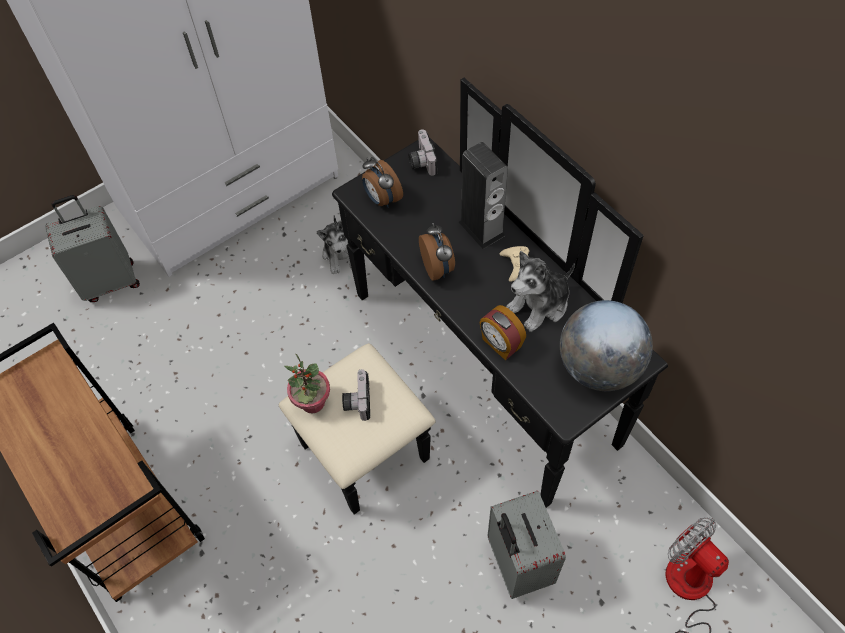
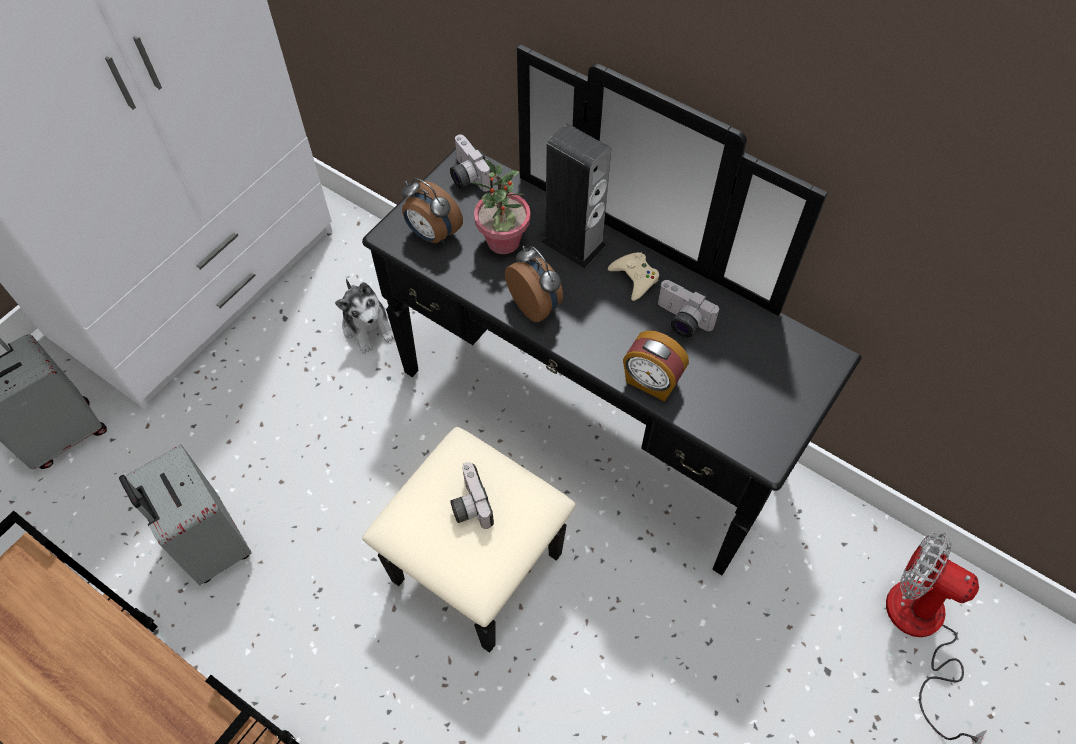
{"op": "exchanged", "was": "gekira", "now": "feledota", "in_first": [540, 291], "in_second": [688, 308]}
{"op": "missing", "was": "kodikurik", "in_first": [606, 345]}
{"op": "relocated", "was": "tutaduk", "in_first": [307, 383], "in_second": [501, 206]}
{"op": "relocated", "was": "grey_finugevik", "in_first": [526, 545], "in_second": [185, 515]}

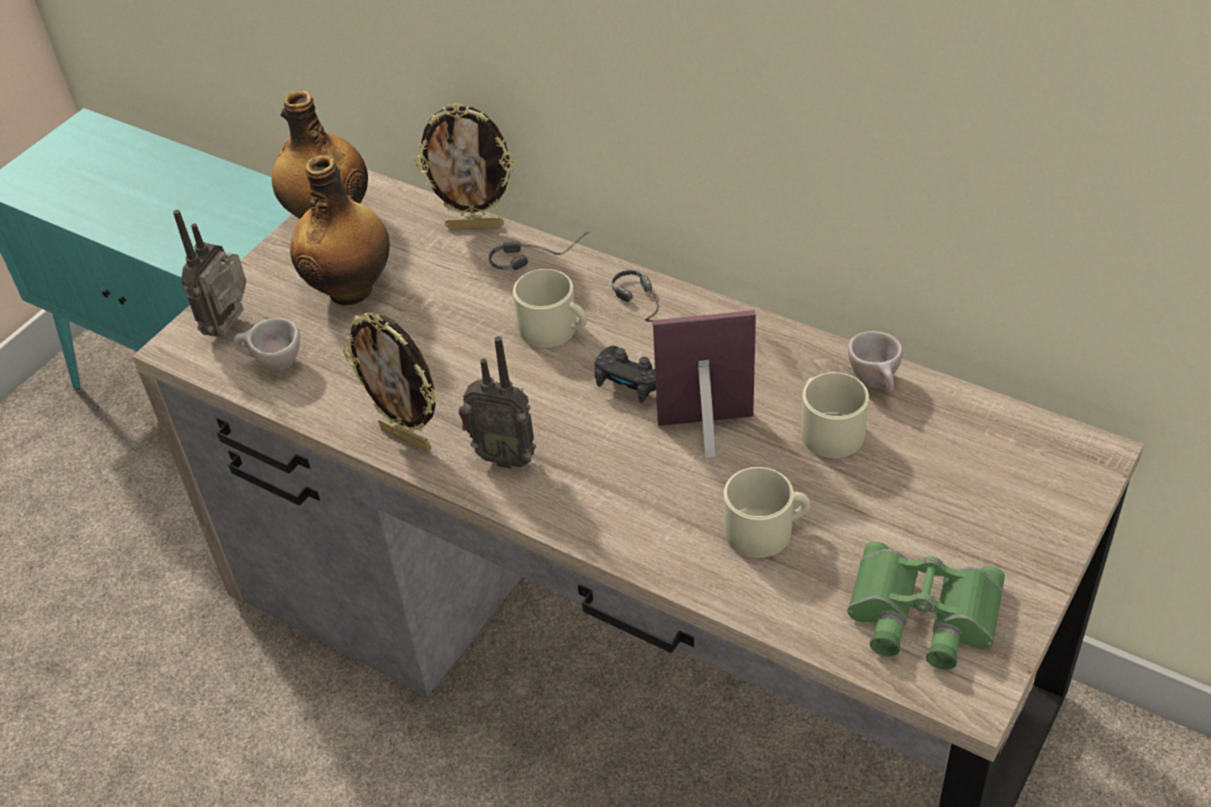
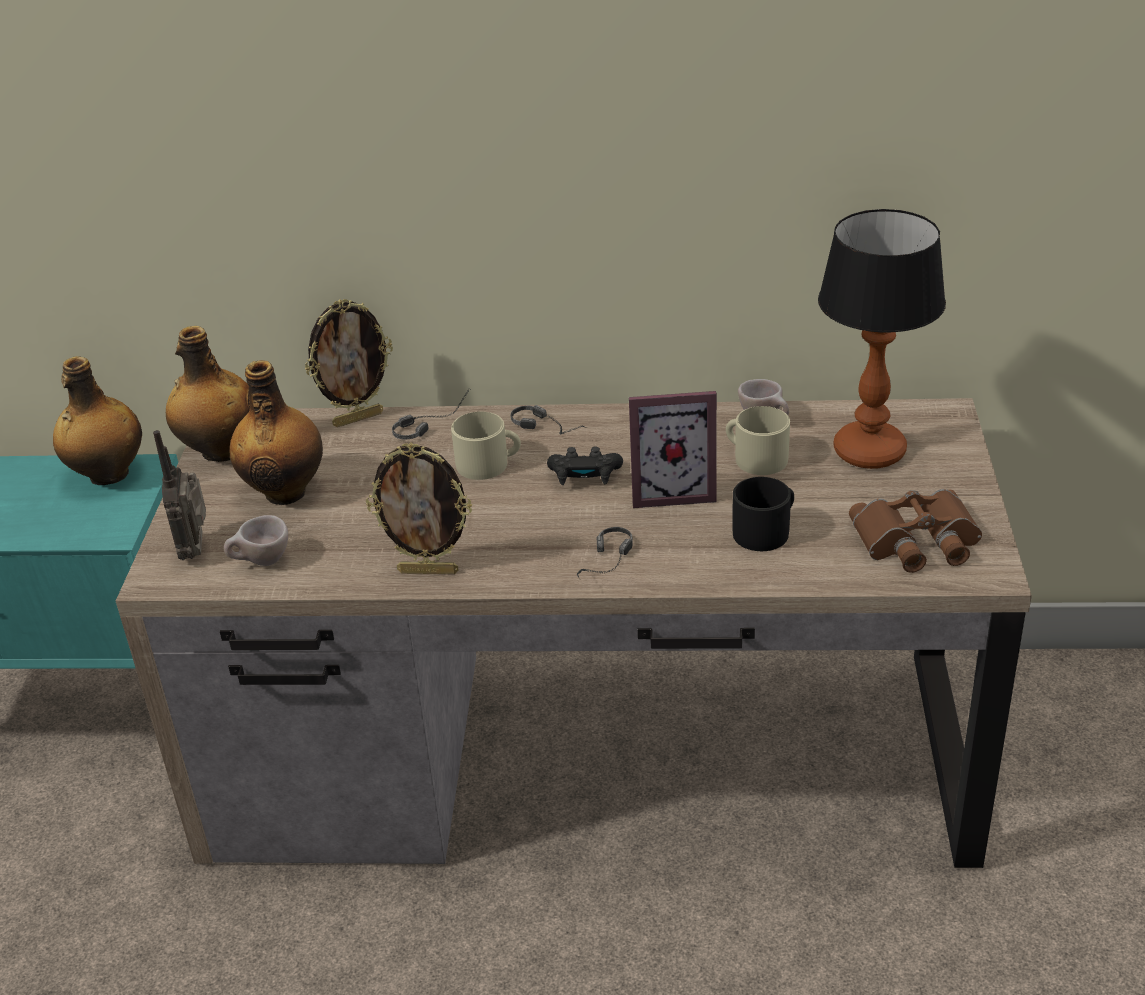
{"op": "spun", "was": "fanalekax", "in_first": [704, 384], "in_second": [673, 449], "clockwise": -150}
{"op": "missing", "was": "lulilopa", "in_first": [497, 402]}
{"op": "colour", "was": "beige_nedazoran", "now": "black_nedazoran", "in_first": [767, 512], "in_second": [763, 514]}
{"op": "colour", "was": "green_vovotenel", "now": "brown_vovotenel", "in_first": [926, 606], "in_second": [915, 531]}
{"op": "appeared", "now": "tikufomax", "in_second": [882, 339]}
{"op": "appeared", "now": "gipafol", "in_second": [97, 420]}
{"op": "appeared", "now": "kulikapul", "in_second": [605, 553]}

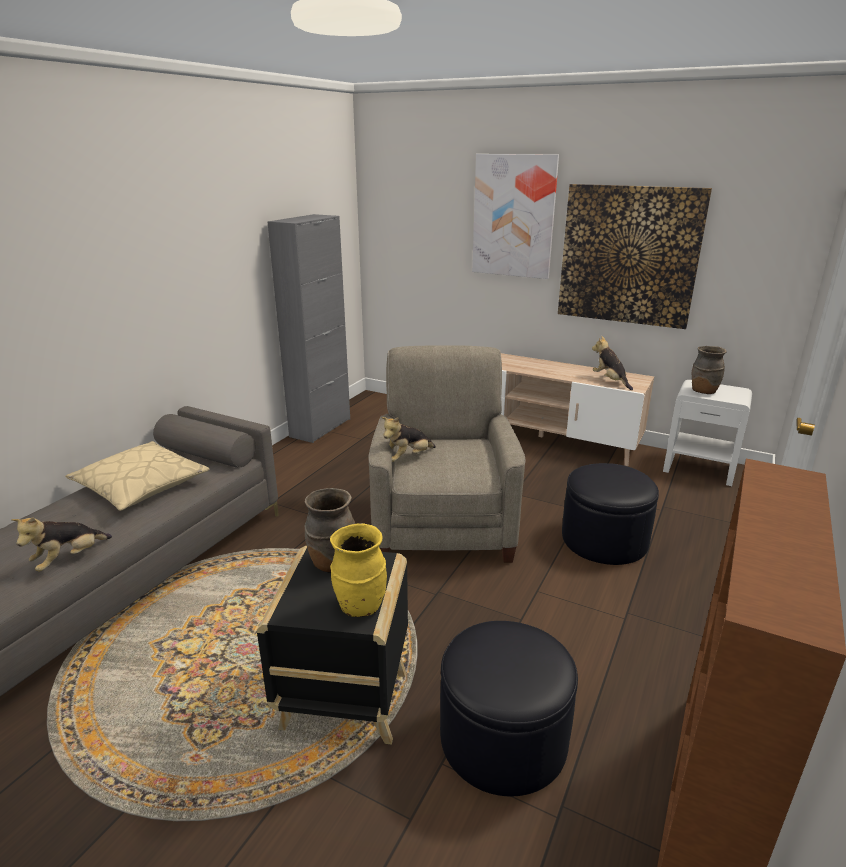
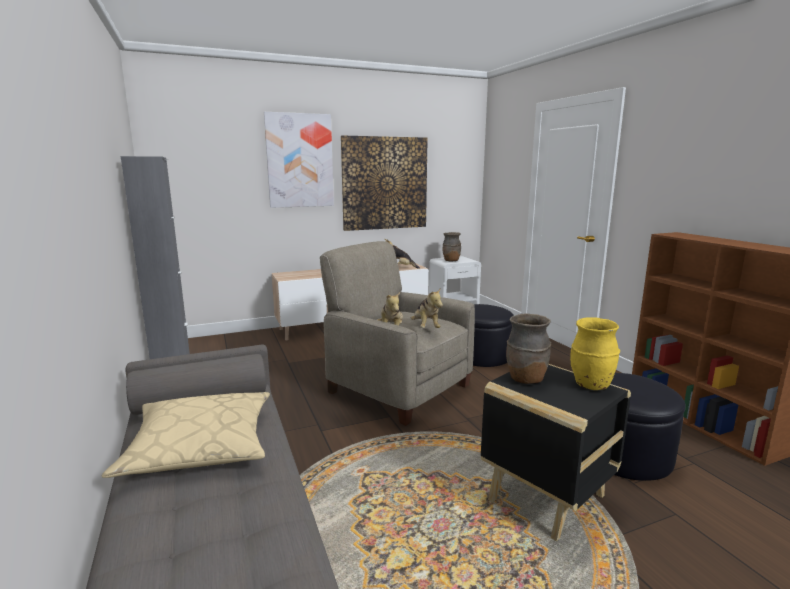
{"op": "relocated", "was": "gekira", "in_first": [61, 544], "in_second": [427, 308]}

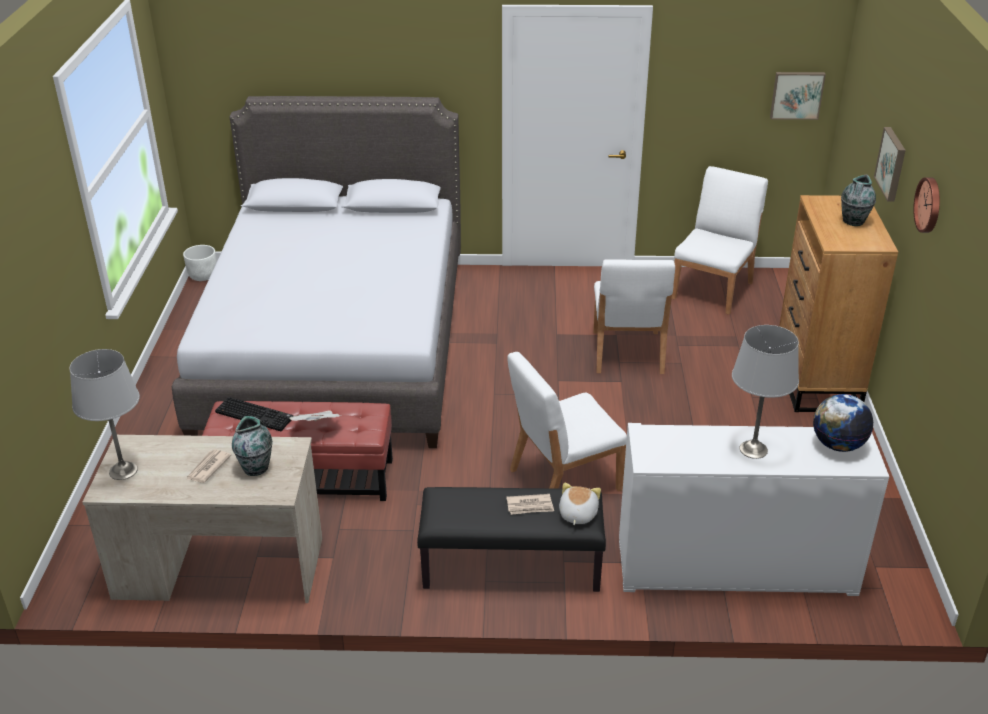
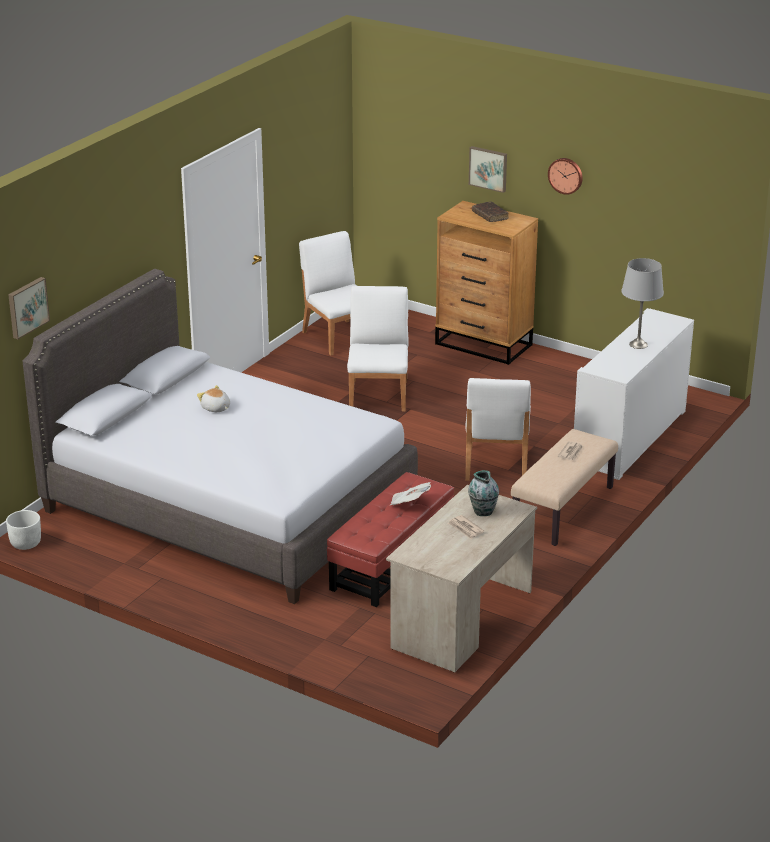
{"op": "relocated", "was": "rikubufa", "in_first": [798, 96], "in_second": [29, 308]}
{"op": "exchanged", "was": "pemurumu", "now": "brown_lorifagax", "in_first": [858, 200], "in_second": [490, 211]}
{"op": "spun", "was": "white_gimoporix", "in_first": [634, 316], "in_second": [378, 349], "clockwise": -120}
{"op": "missing", "was": "grey_tikufomax", "in_first": [105, 414]}
{"op": "missing", "was": "kodikurik", "in_first": [843, 423]}
{"op": "missing", "was": "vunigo", "in_first": [254, 414]}
{"op": "relocated", "was": "gekira", "in_first": [580, 503], "in_second": [213, 398]}
{"op": "colour", "was": "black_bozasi", "now": "beige_bozasi", "in_first": [511, 539], "in_second": [564, 487]}

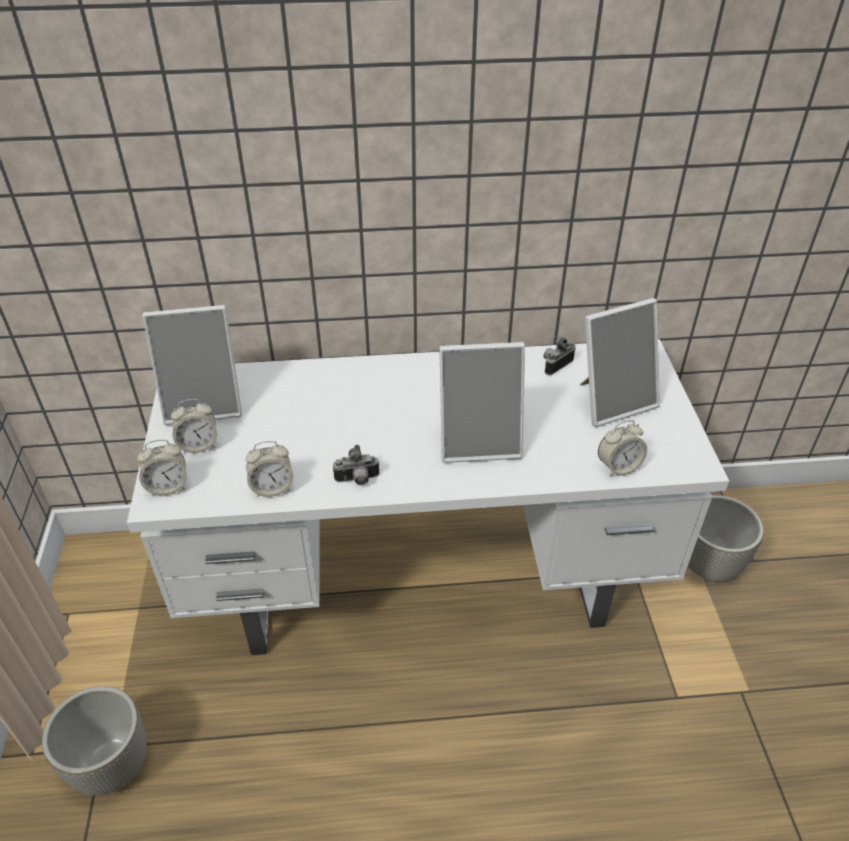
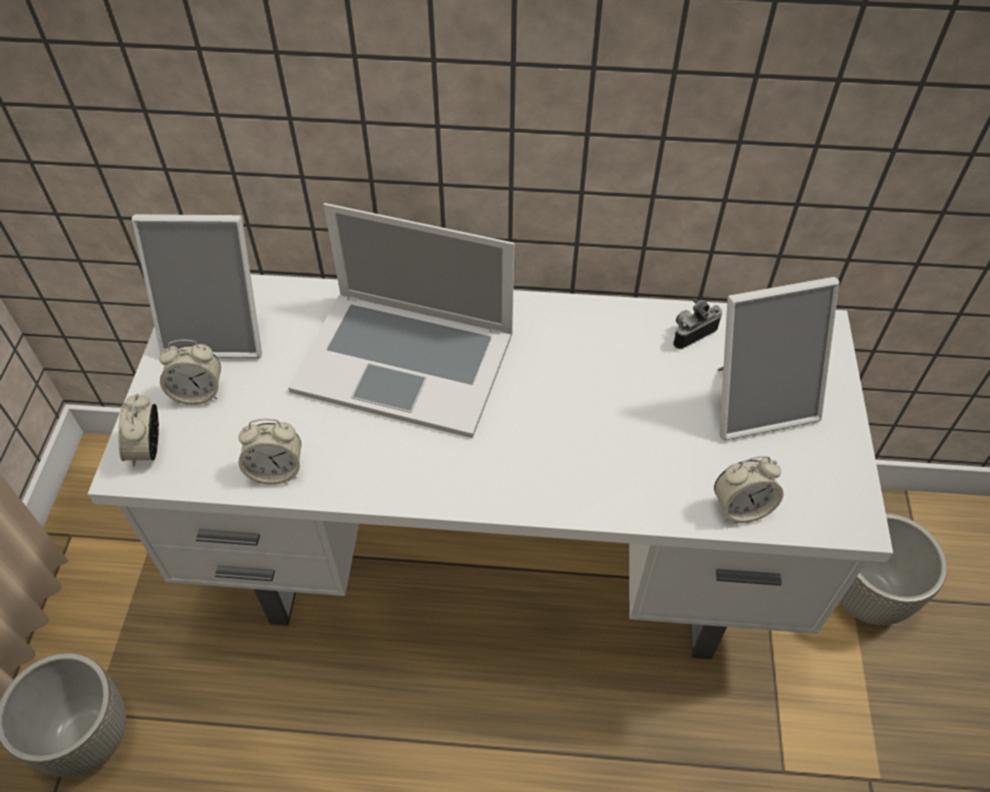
{"op": "missing", "was": "fanalekax", "in_first": [482, 402]}
{"op": "spun", "was": "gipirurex", "in_first": [162, 468], "in_second": [138, 430], "clockwise": 90}
{"op": "missing", "was": "feledota", "in_first": [356, 465]}
{"op": "appeared", "now": "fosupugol", "in_second": [401, 320]}

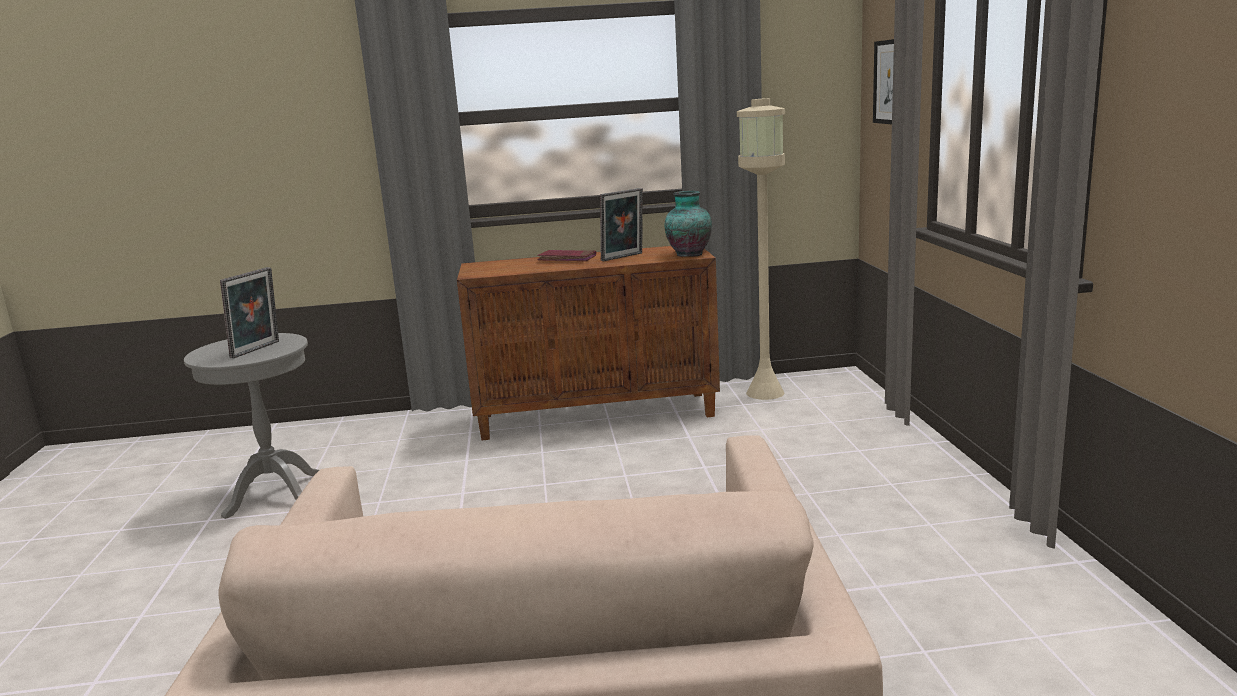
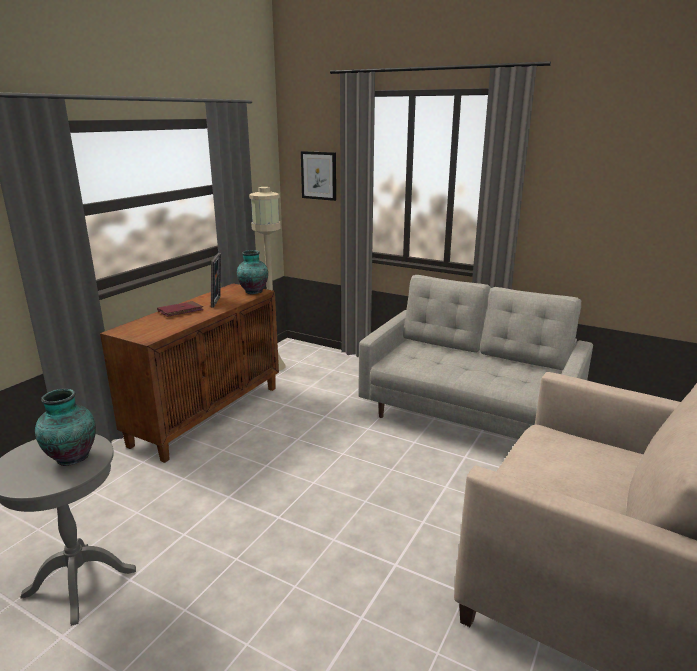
{"op": "exchanged", "was": "fanalekax", "now": "pemurumu", "in_first": [249, 312], "in_second": [65, 427]}
{"op": "appeared", "now": "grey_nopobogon", "in_second": [476, 357]}

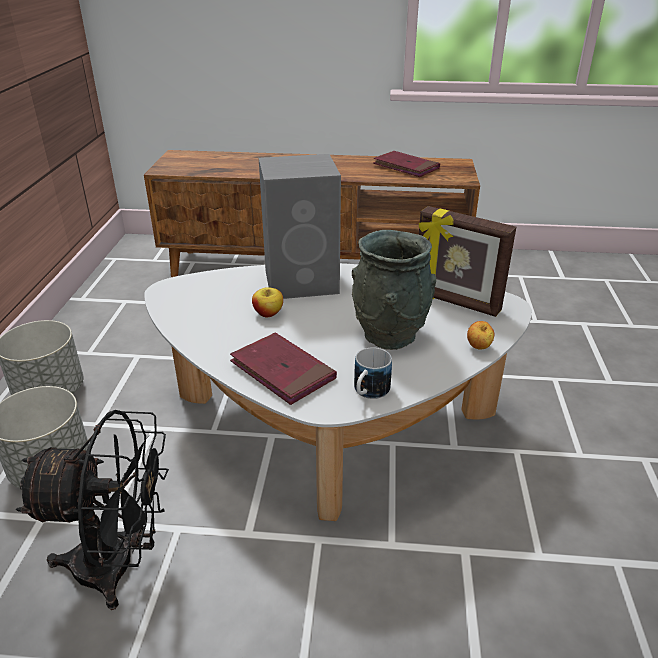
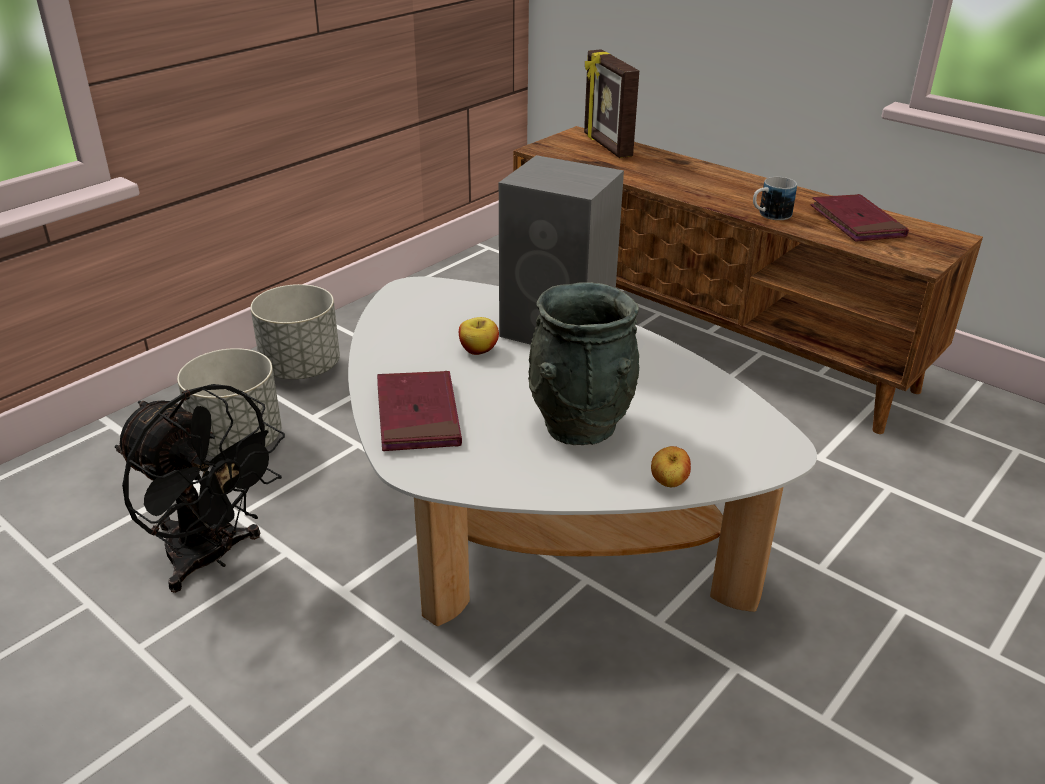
{"op": "relocated", "was": "fanalekax", "in_first": [467, 261], "in_second": [611, 103]}
{"op": "relocated", "was": "nedazoran", "in_first": [373, 373], "in_second": [775, 198]}

